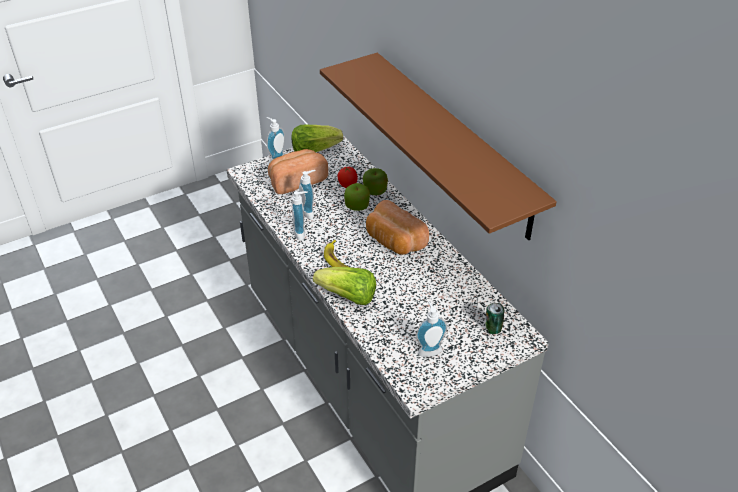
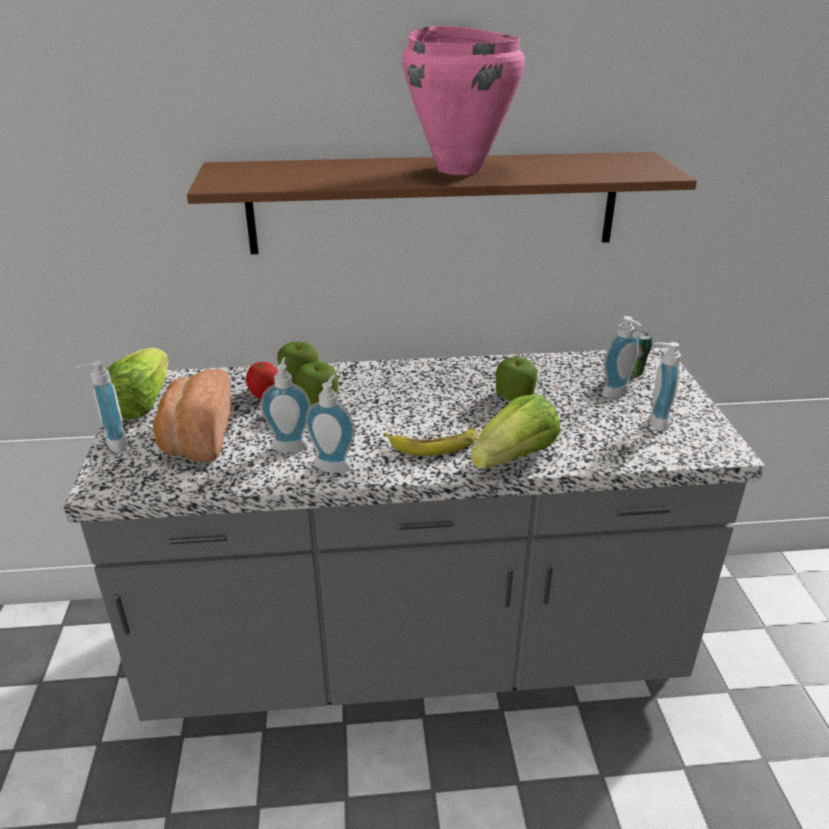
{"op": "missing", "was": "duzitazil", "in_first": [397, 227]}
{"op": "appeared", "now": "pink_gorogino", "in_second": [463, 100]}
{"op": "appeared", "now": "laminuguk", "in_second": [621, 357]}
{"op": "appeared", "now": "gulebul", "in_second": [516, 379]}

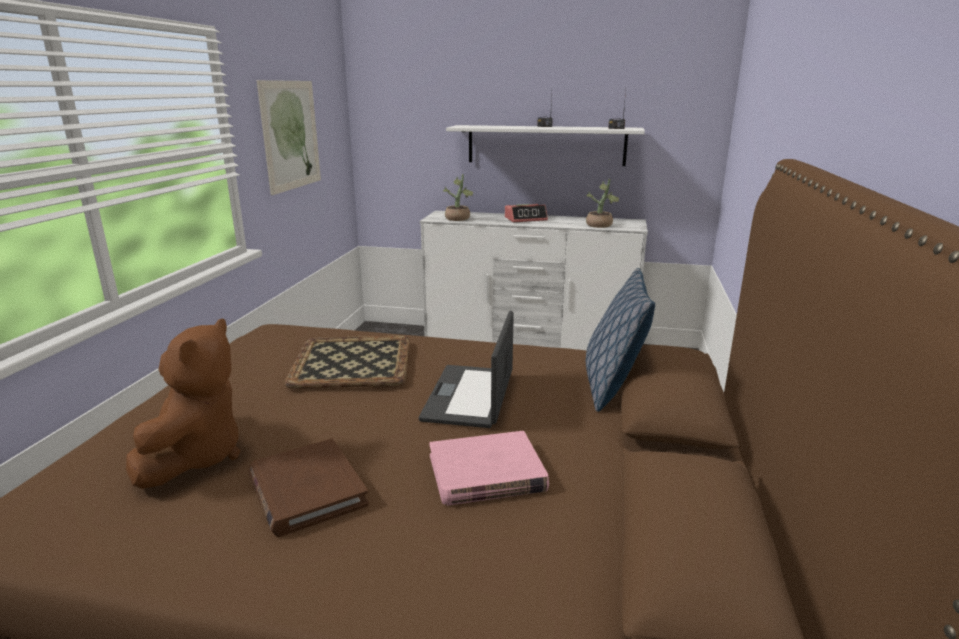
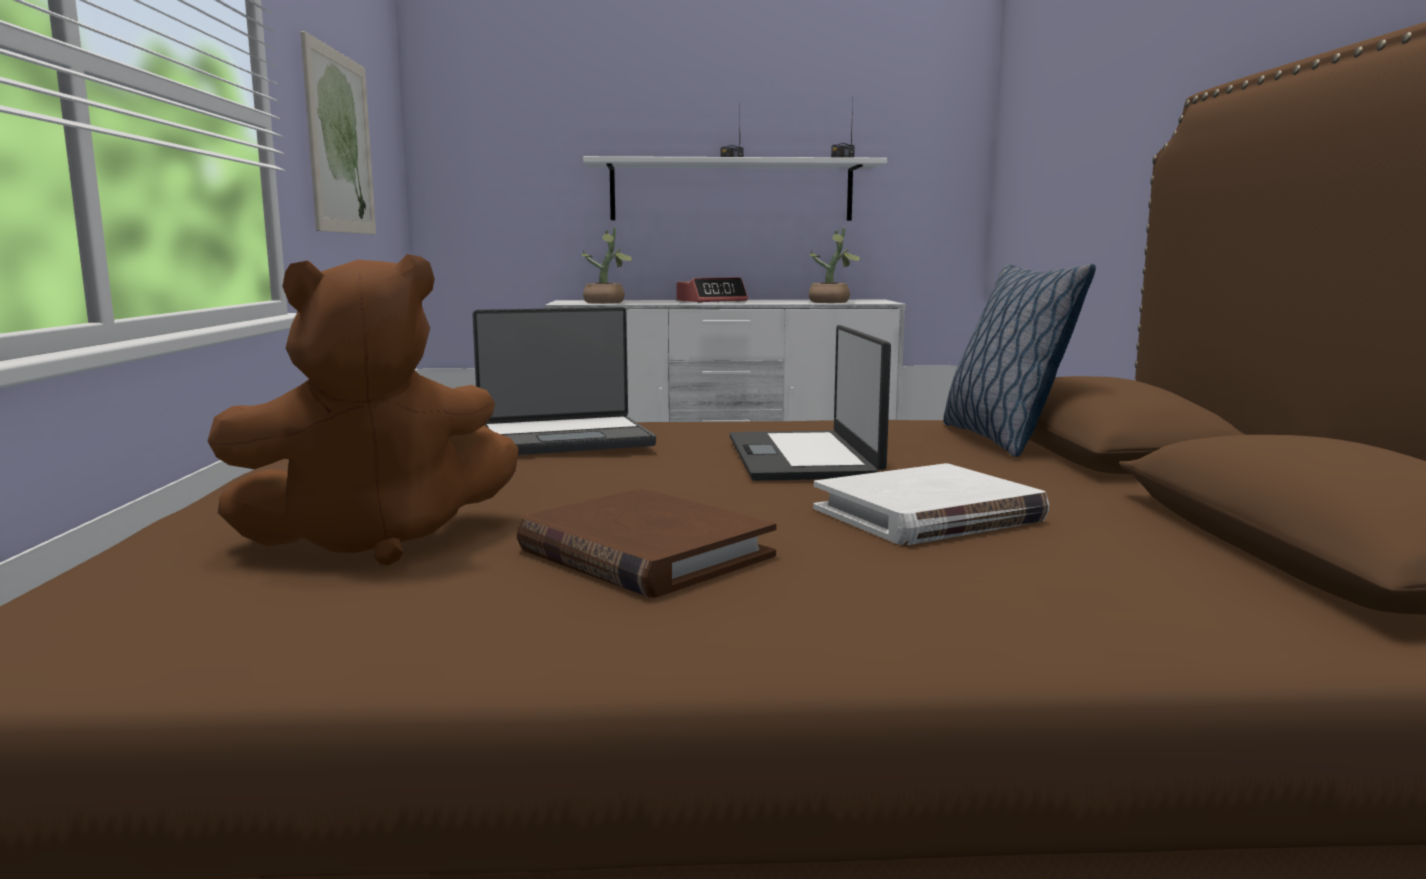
{"op": "spun", "was": "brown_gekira", "in_first": [183, 403], "in_second": [363, 409], "clockwise": 75}
{"op": "exchanged", "was": "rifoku", "now": "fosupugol", "in_first": [347, 362], "in_second": [564, 381]}
{"op": "colour", "was": "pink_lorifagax", "now": "white_lorifagax", "in_first": [489, 468], "in_second": [931, 504]}

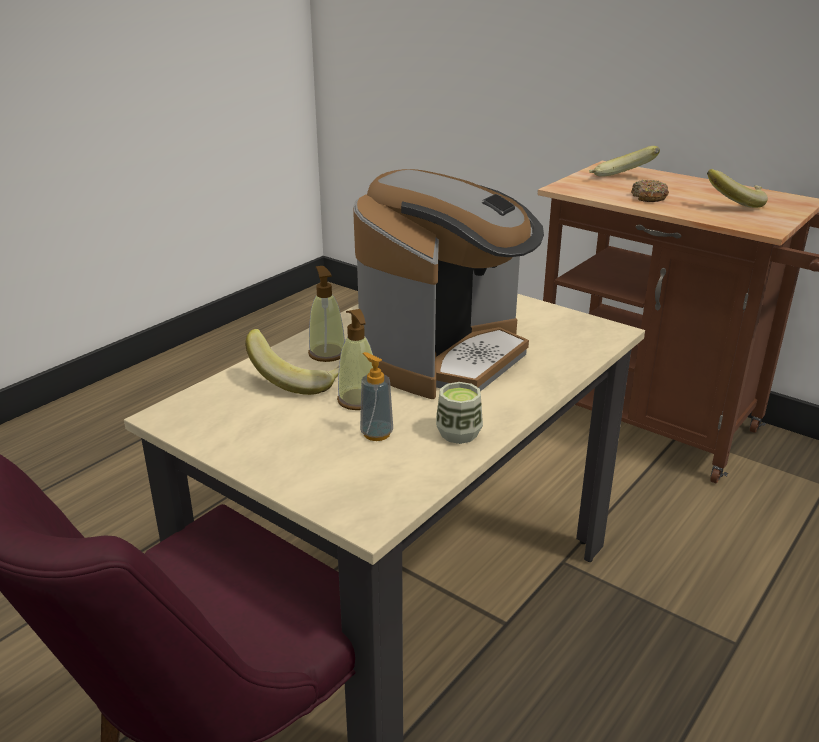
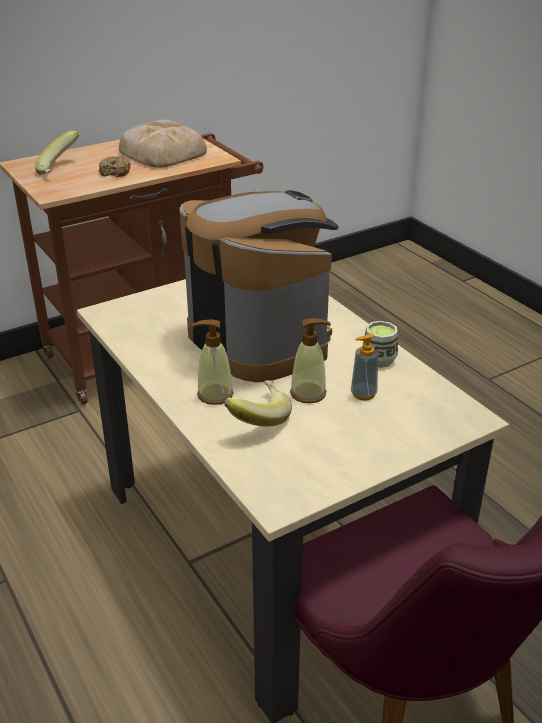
{"op": "exchanged", "was": "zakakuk", "now": "duzitazil", "in_first": [737, 188], "in_second": [163, 144]}

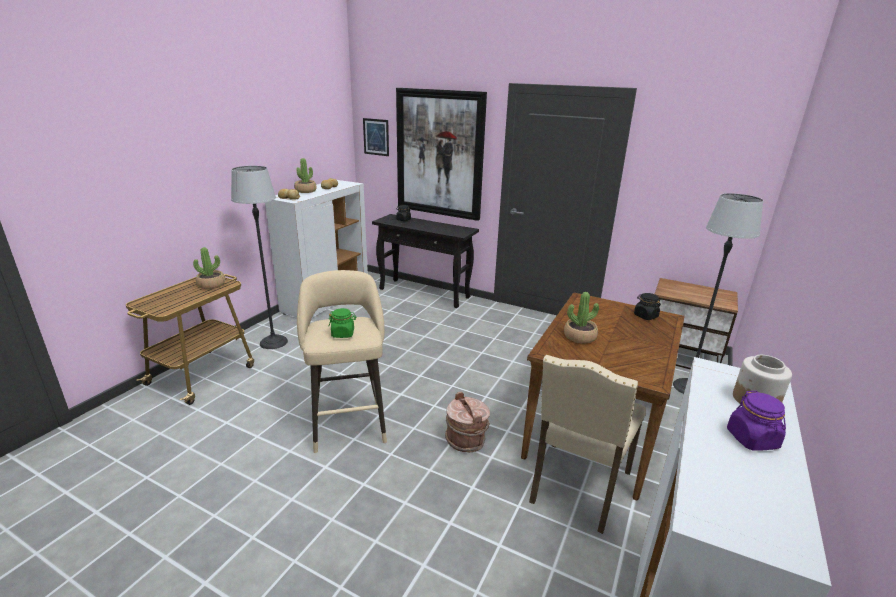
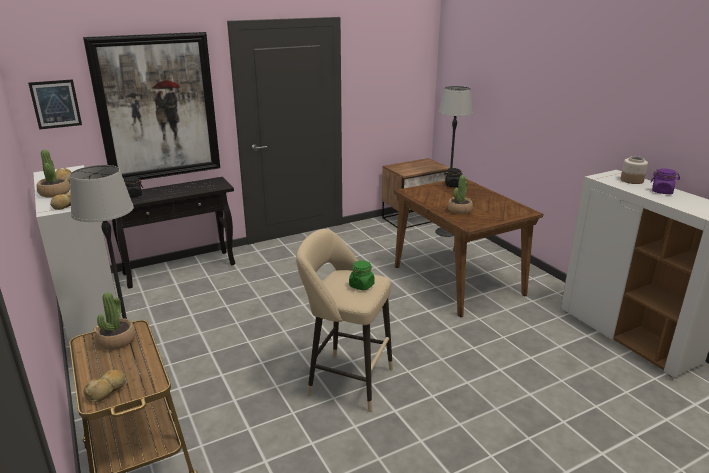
{"op": "missing", "was": "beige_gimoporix", "in_first": [587, 444]}
{"op": "missing", "was": "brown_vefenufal", "in_first": [467, 421]}
{"op": "appeared", "now": "duzitazil", "in_second": [105, 385]}

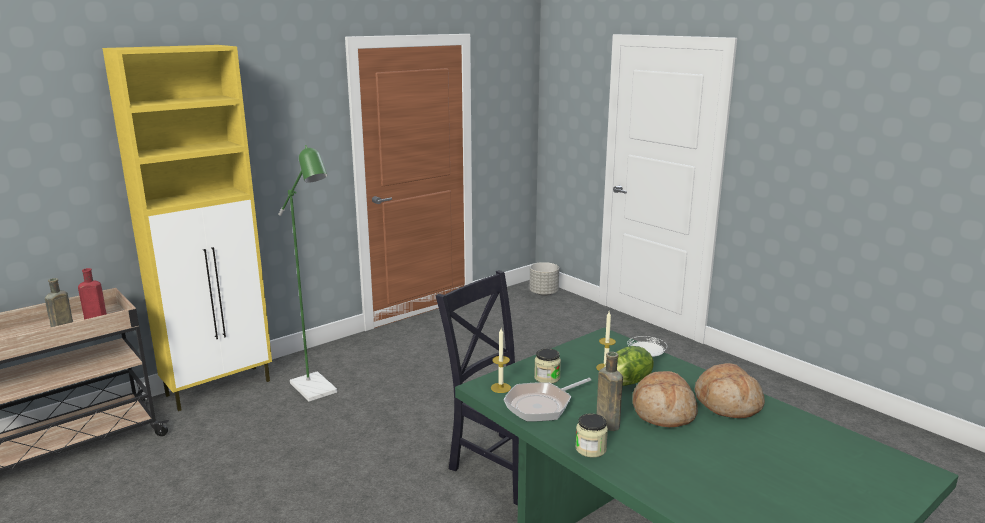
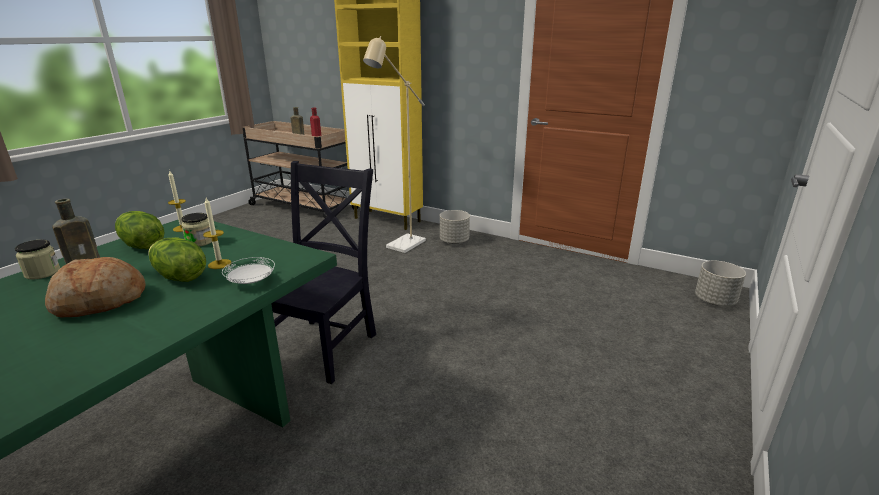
{"op": "colour", "was": "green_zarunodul", "now": "beige_zarunodul", "in_first": [308, 273], "in_second": [394, 144]}
{"op": "missing", "was": "duzitazil", "in_first": [730, 390]}
{"op": "exchanged", "was": "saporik", "now": "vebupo", "in_first": [547, 400], "in_second": [140, 230]}
{"op": "appeared", "now": "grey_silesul", "in_second": [455, 227]}

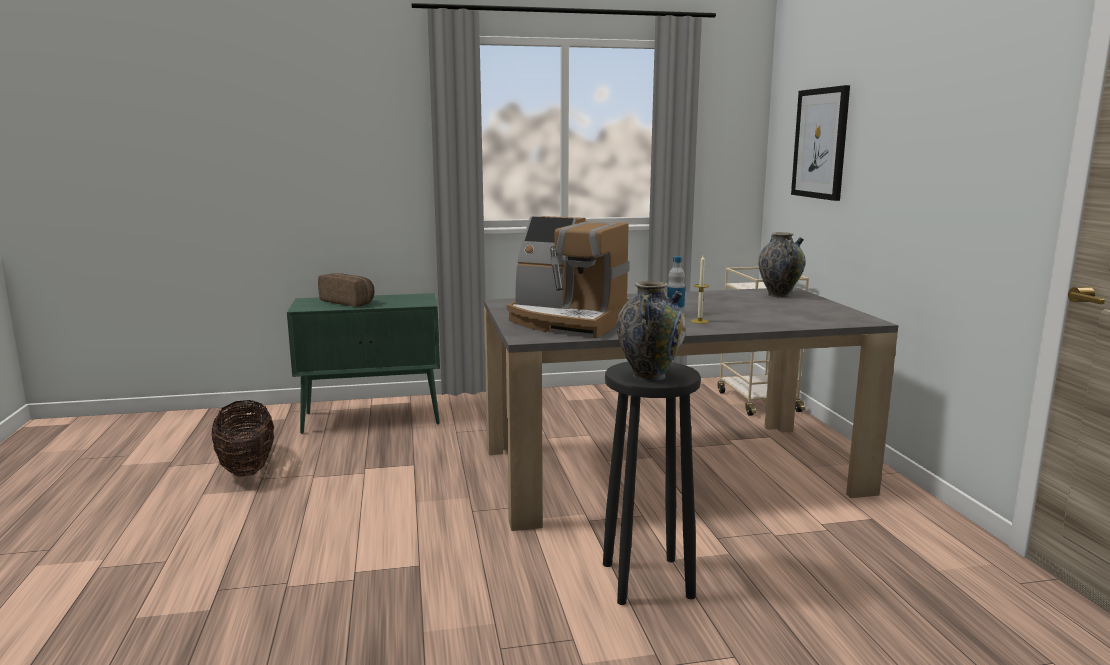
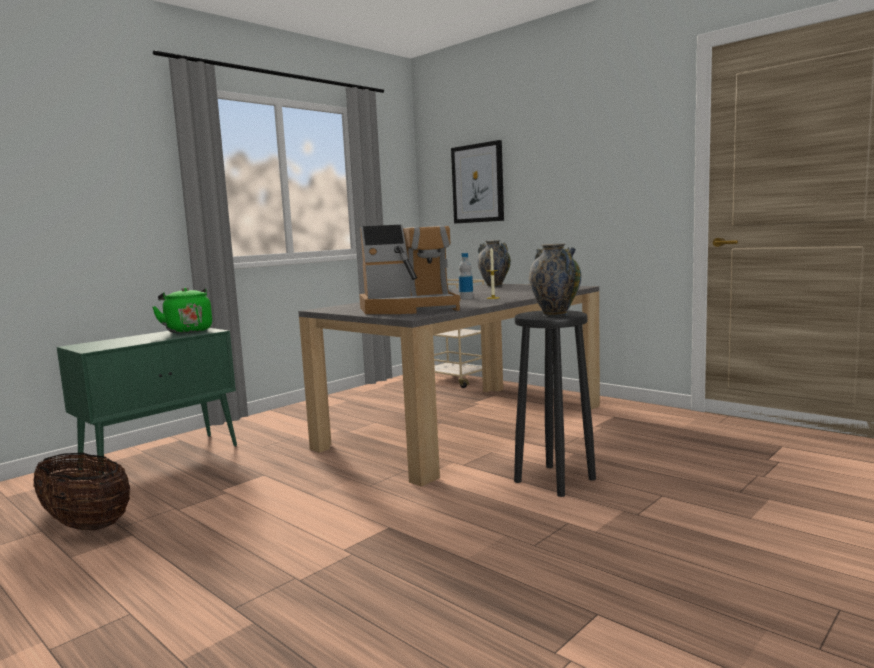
{"op": "missing", "was": "duzitazil", "in_first": [346, 290]}
{"op": "appeared", "now": "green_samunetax", "in_second": [182, 310]}

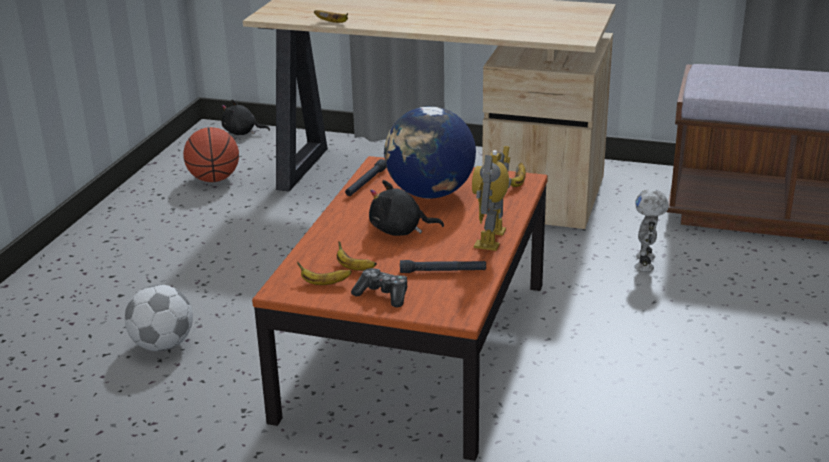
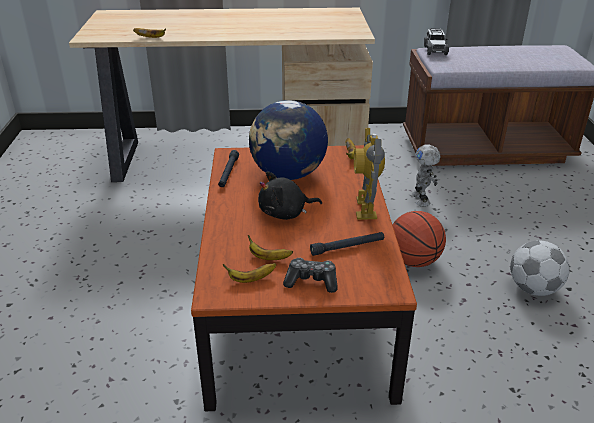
{"op": "missing", "was": "black_gekira", "in_first": [246, 117]}
{"op": "relocated", "was": "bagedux", "in_first": [211, 154], "in_second": [419, 239]}
{"op": "relocated", "was": "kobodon", "in_first": [159, 317], "in_second": [540, 268]}
{"op": "appeared", "now": "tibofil", "in_second": [436, 41]}

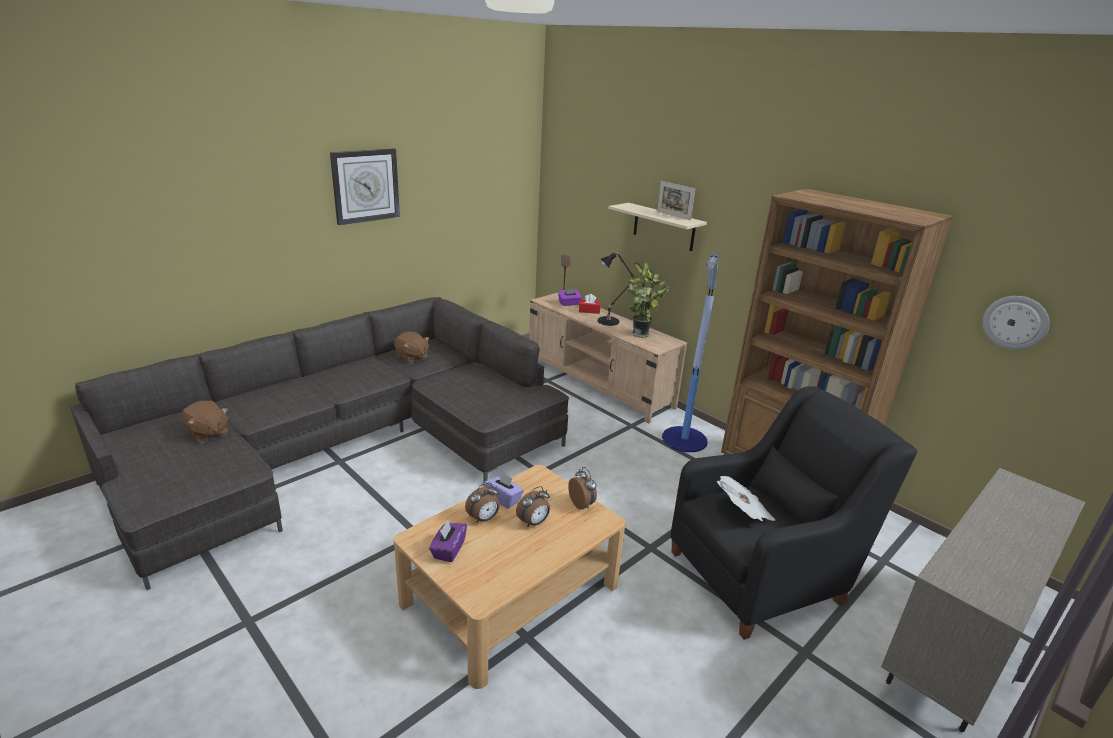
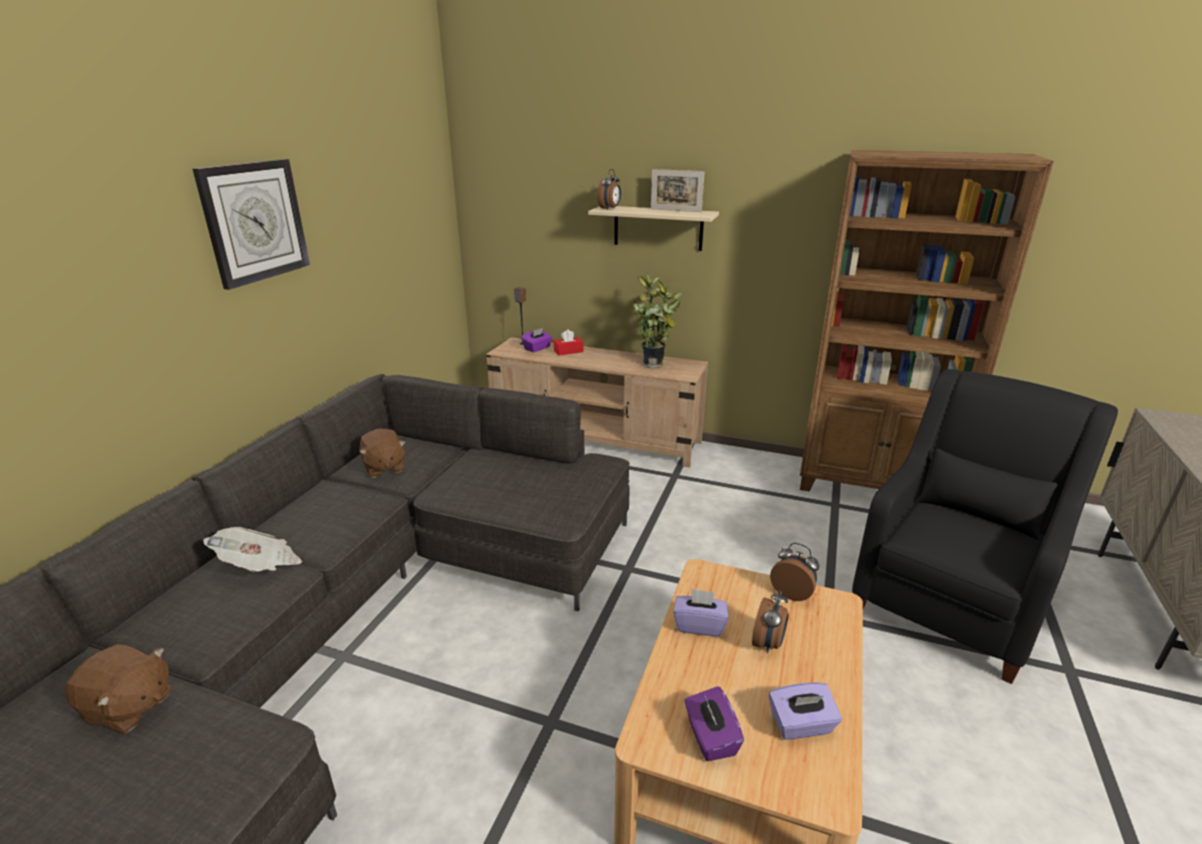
{"op": "missing", "was": "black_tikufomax", "in_first": [616, 289]}
{"op": "missing", "was": "zarunodul", "in_first": [690, 352]}
{"op": "missing", "was": "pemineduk", "in_first": [1016, 323]}
{"op": "spun", "was": "brown_gekira", "in_first": [412, 347], "in_second": [382, 453], "clockwise": 45}
{"op": "relocated", "was": "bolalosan", "in_first": [746, 499], "in_second": [253, 549]}
{"op": "relocated", "was": "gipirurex", "in_first": [482, 502], "in_second": [609, 189]}
{"op": "appeared", "now": "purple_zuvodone", "in_second": [805, 711]}

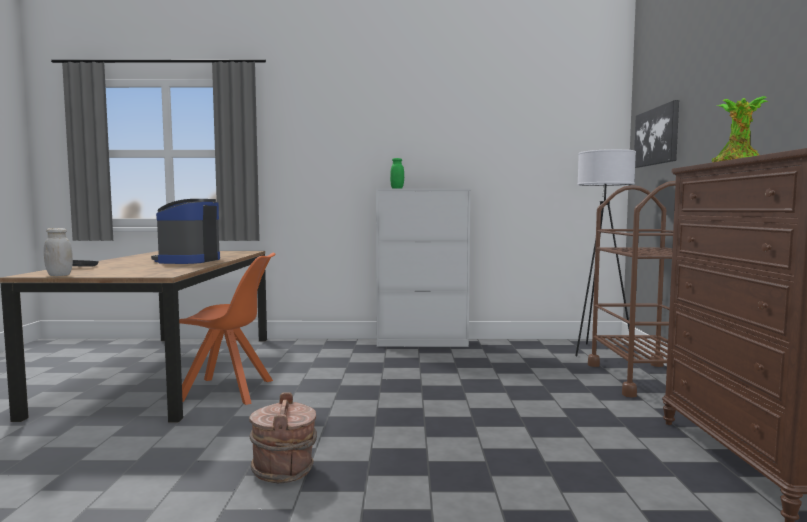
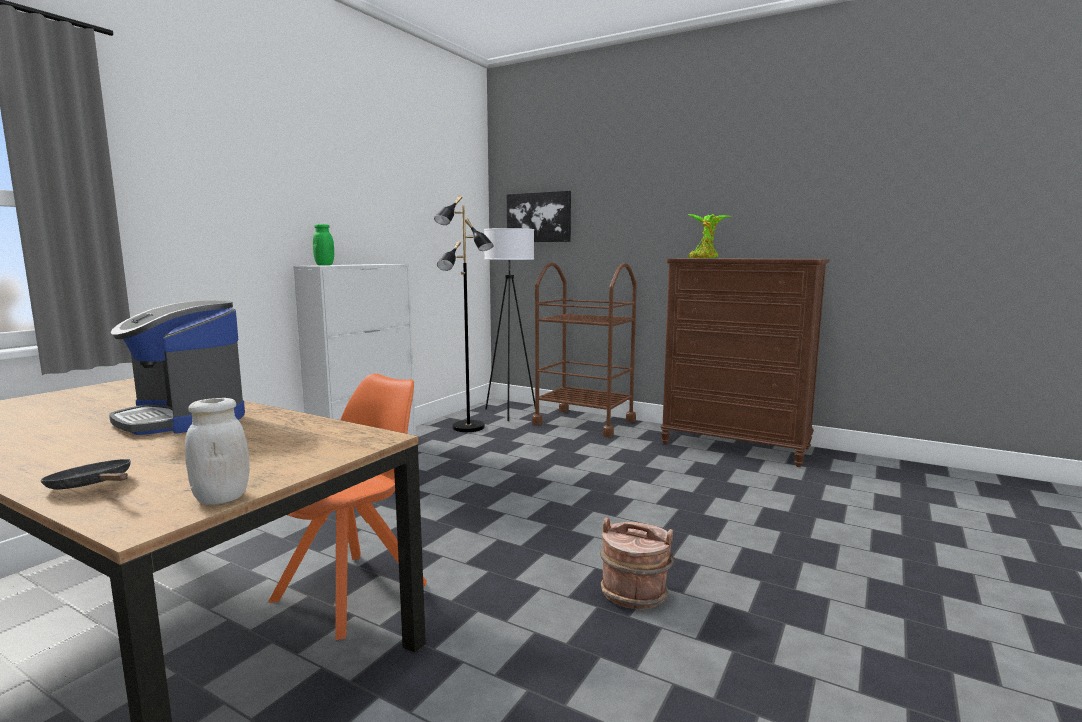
{"op": "appeared", "now": "black_zarunodul", "in_second": [464, 313]}

